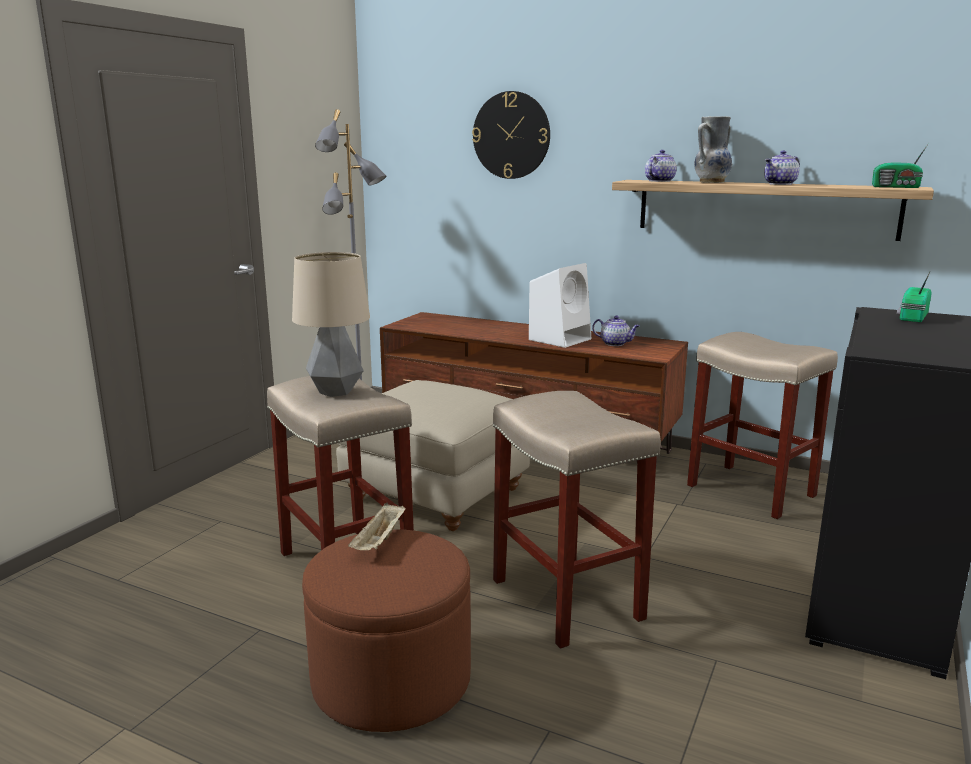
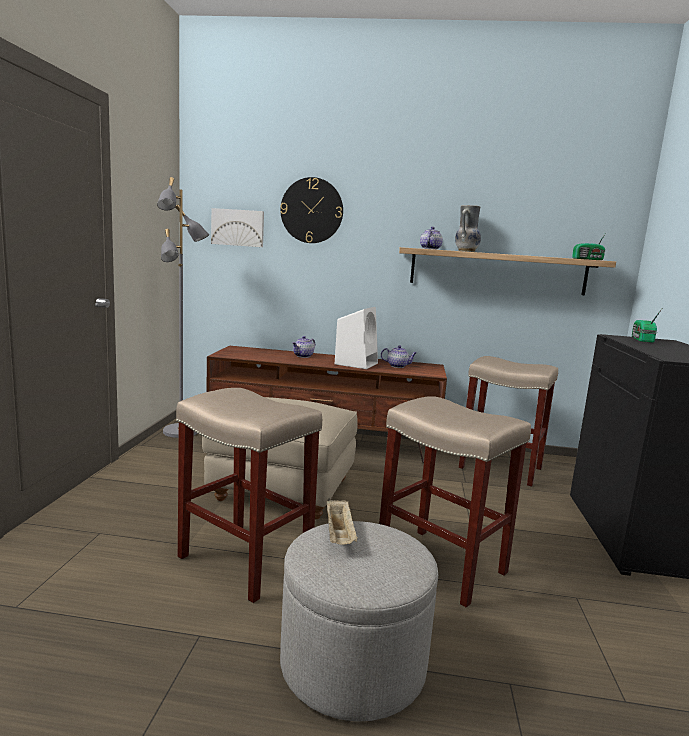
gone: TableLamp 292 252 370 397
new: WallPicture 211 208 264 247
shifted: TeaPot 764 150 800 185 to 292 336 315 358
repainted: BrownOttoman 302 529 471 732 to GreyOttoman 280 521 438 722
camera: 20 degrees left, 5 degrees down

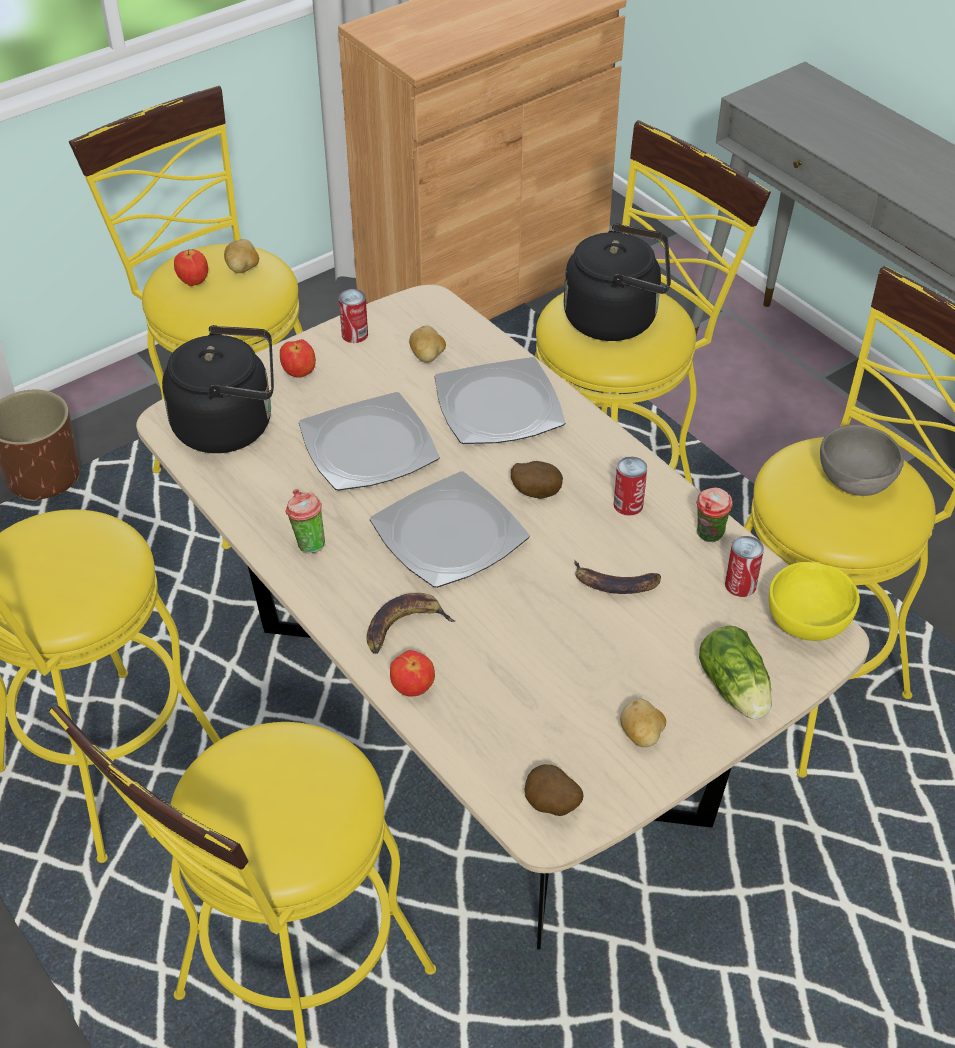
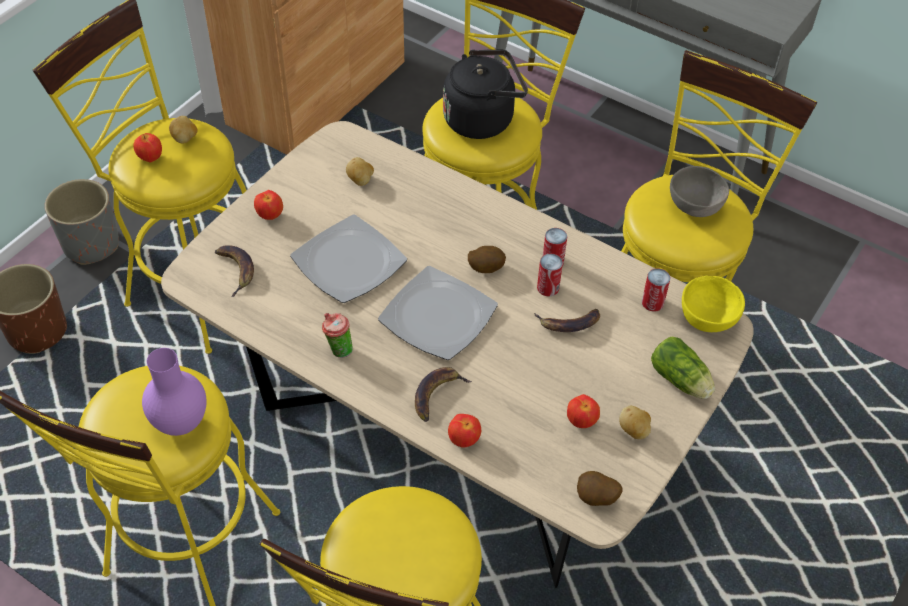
gone: DinnerPlate 435 357 566 444; SmallCup 696 487 733 542
new: GreyFlowerPot 45 179 119 265; PurpleColouredDecorativeVase 142 348 207 436; AppleFruit 567 394 600 428
shifted: MetalCan 339 289 368 343 to 537 254 563 297
swapped: BlackishKettle 162 325 274 453 to BananaFruit 215 245 254 297
camera: 20 degrees left, 5 degrees up

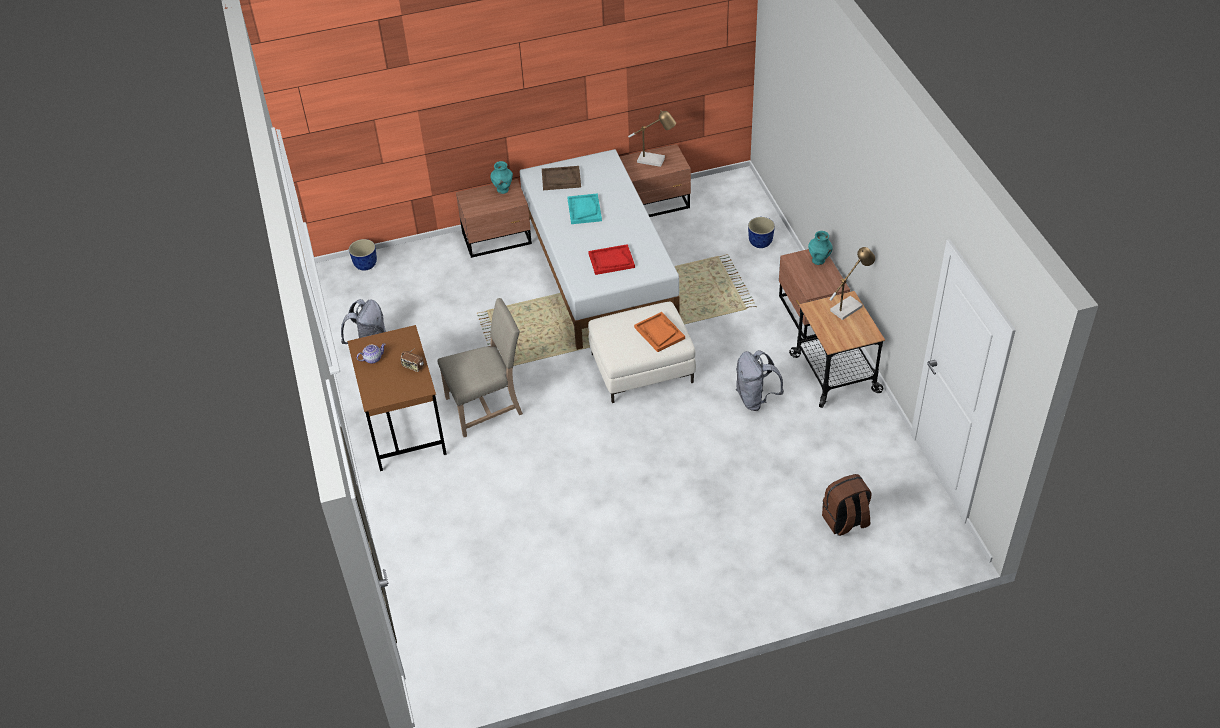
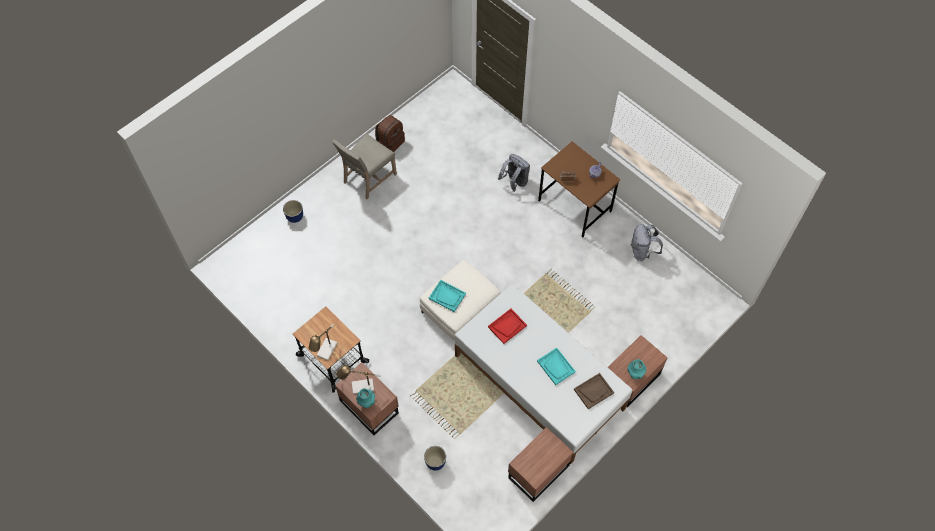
shifted: TableLamp 628 110 676 167 to 336 365 381 394; FlowerPot 349 239 377 271 to 283 200 303 223; BeigeChair 438 298 523 437 to 332 133 397 199; GreyRucksack 736 350 784 411 to 498 154 530 192; BrownRucksack 822 474 872 536 to 375 115 405 152
repainted: OrangeyTray 634 312 685 352 to BlueGreenTray 429 280 466 312
camera: 150 degrees right, 15 degrees up

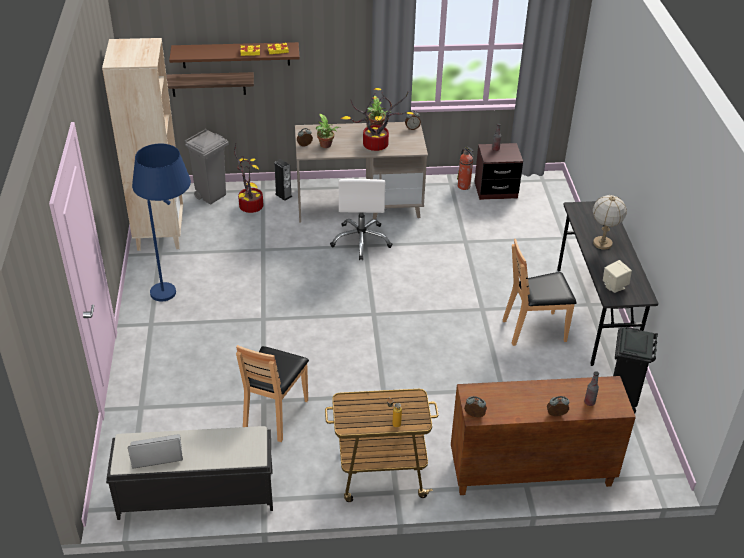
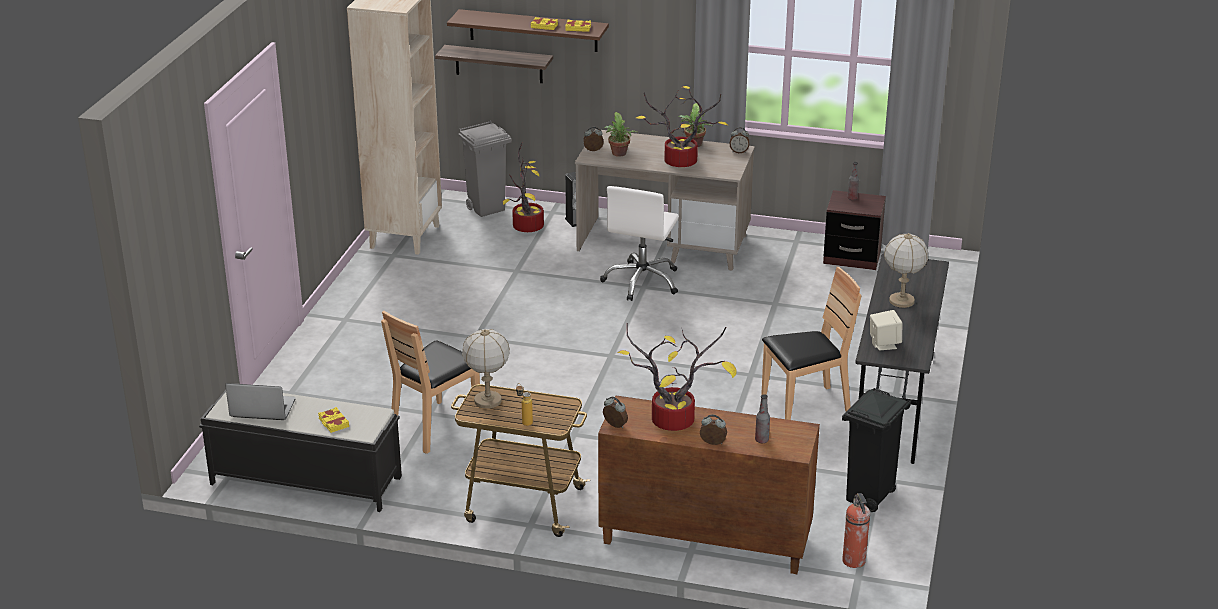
gone: BluishStandardLamp 132 144 191 302
new: PlantInAPot 617 323 737 431; TableLamp 462 329 510 409; YellowColouredBoundBook 318 407 349 433
shifted: FireExtinguisher 457 147 474 190 to 842 493 870 568
rotated: BrownChair 503 239 577 346 = 761 267 861 420 150 degrees clockwise
camera: 20 degrees right, 10 degrees down

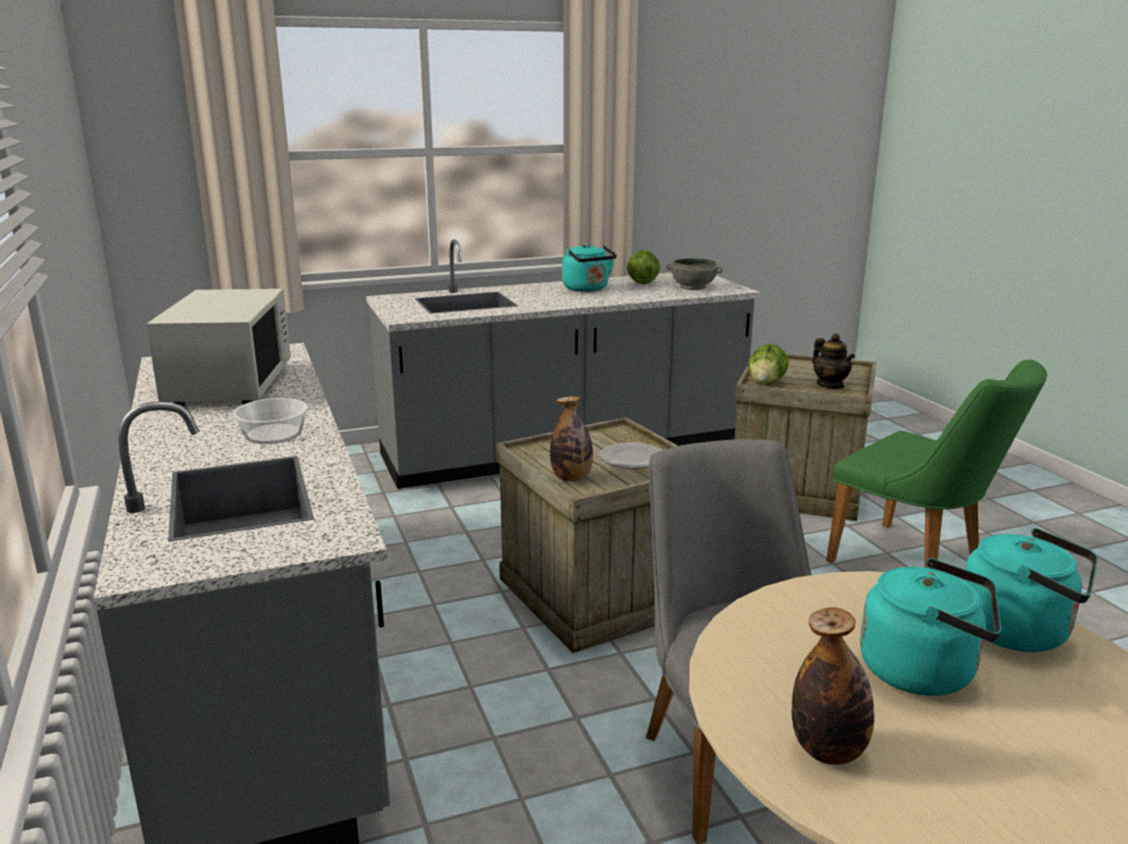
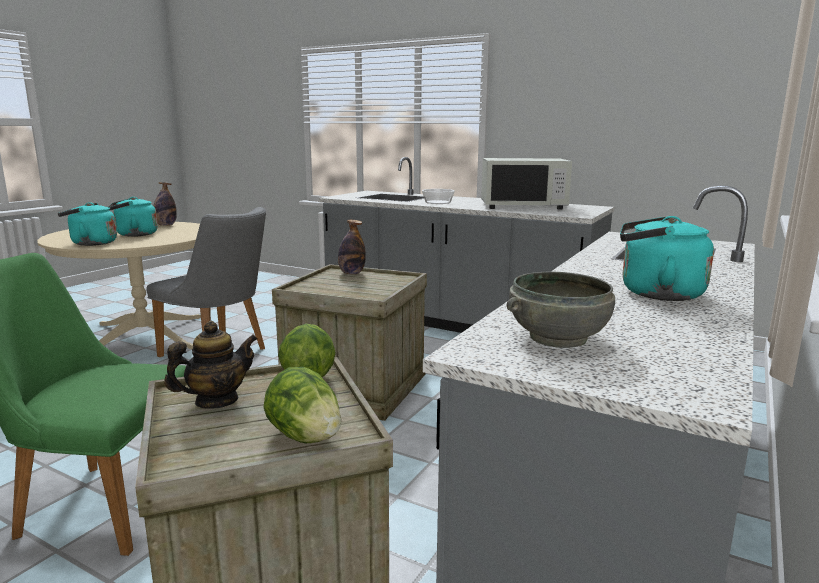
gone: DinnerPlate 600 442 662 469
shifted: HeadOfLettuce 627 250 660 284 to 264 367 341 443
rotated: WhiteMicrowaveOven 146 289 291 407 = 481 158 572 210 45 degrees counterclockwise; TeaPot 812 334 855 389 = 164 321 258 409 120 degrees clockwise
camera: 140 degrees right, 5 degrees down

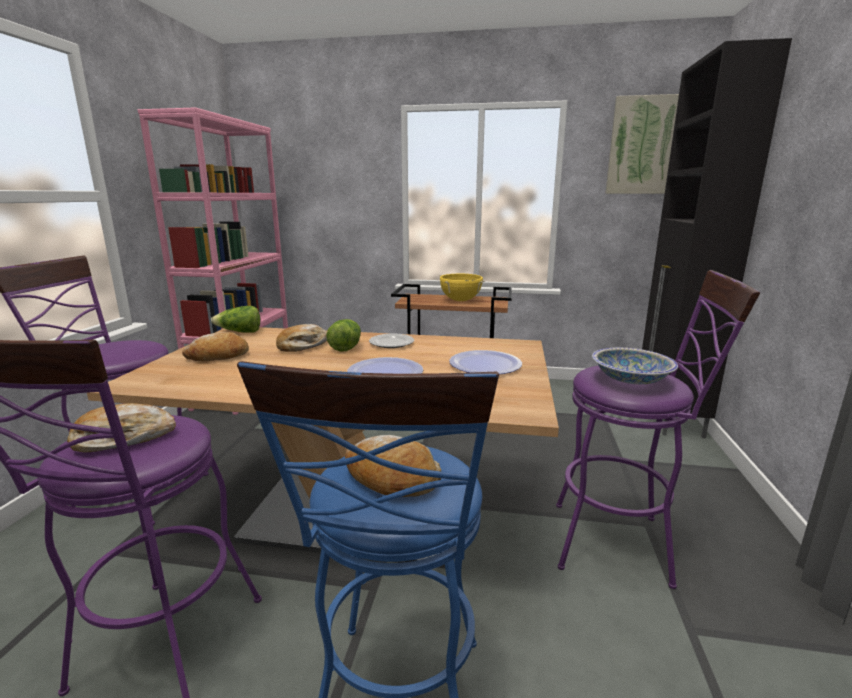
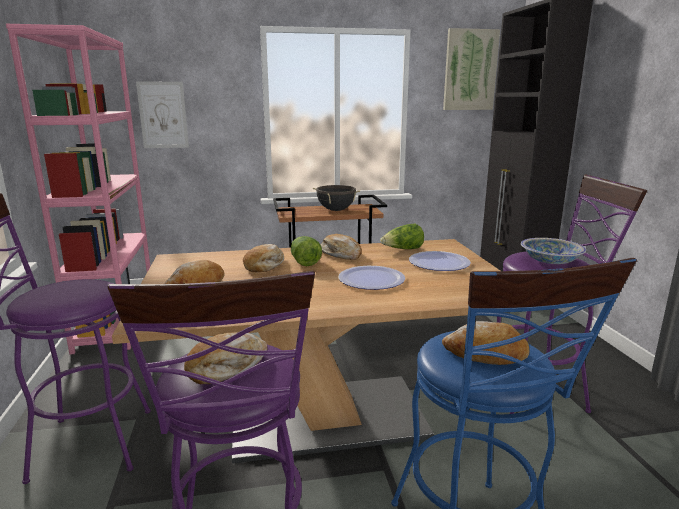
new: WallPicture 136 81 189 148
shifted: HeadOfLettuce 211 306 260 333 to 380 224 424 249
swapped: DinnerPlate 369 334 414 348 to Bread 320 234 362 260
repainted: YellowColouredSaucepot 440 274 484 301 to BlackishSaucepot 313 185 360 211
camera: 20 degrees left, 0 degrees up

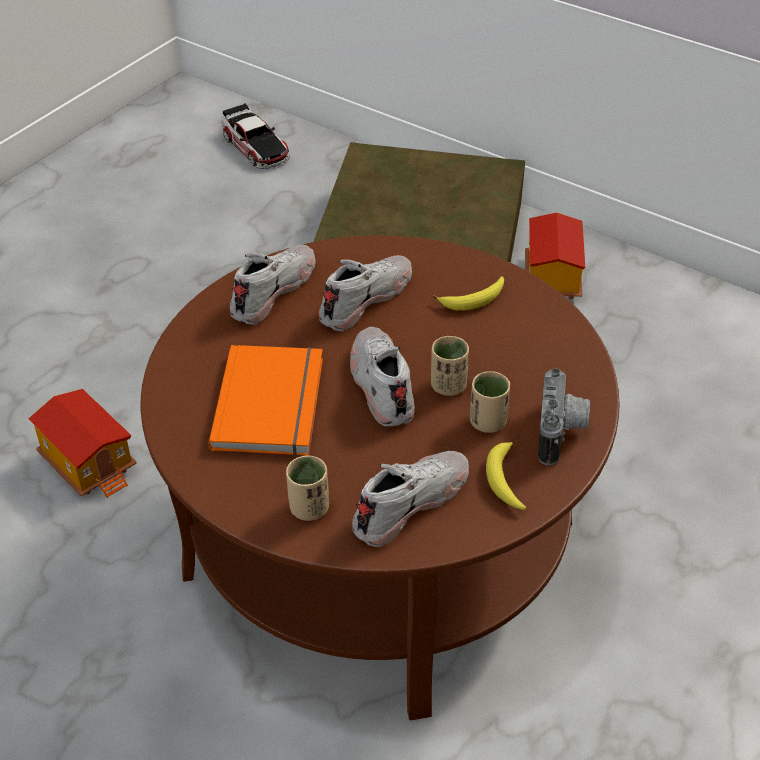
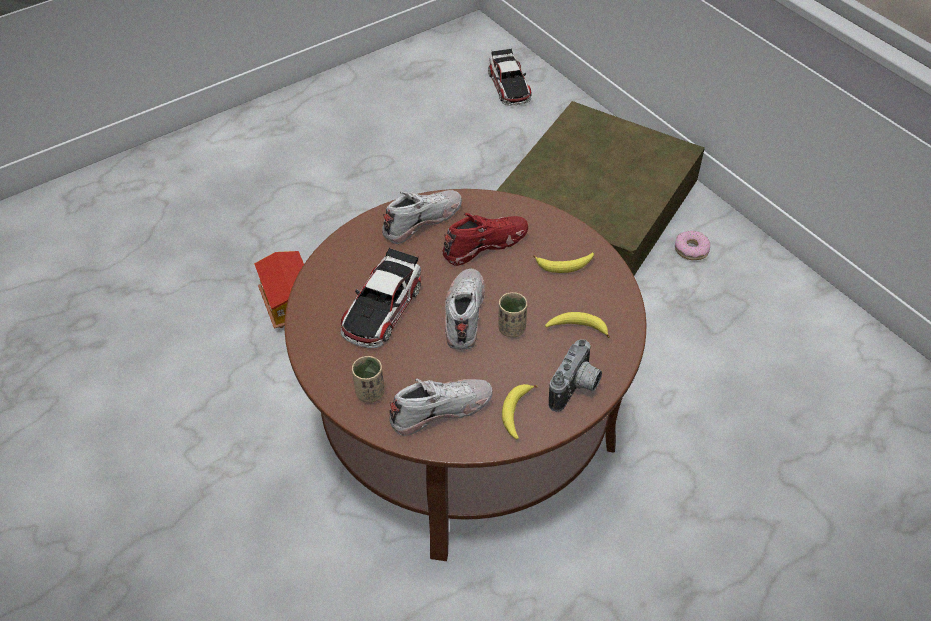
gone: BeigeSmallCup 470 371 510 433
new: BananaFruit 545 312 610 338
swapped: MiniatureHouse 525 213 585 300 to RingDoughnut 675 231 710 260; OrangeyBoundBook 208 345 323 456 to ModelCar 340 248 421 348
repainted: WhiteItemOfFootwear 319 255 412 332 to RedItemOfFootwear 443 213 528 266
camera: 20 degrees right, 5 degrees up

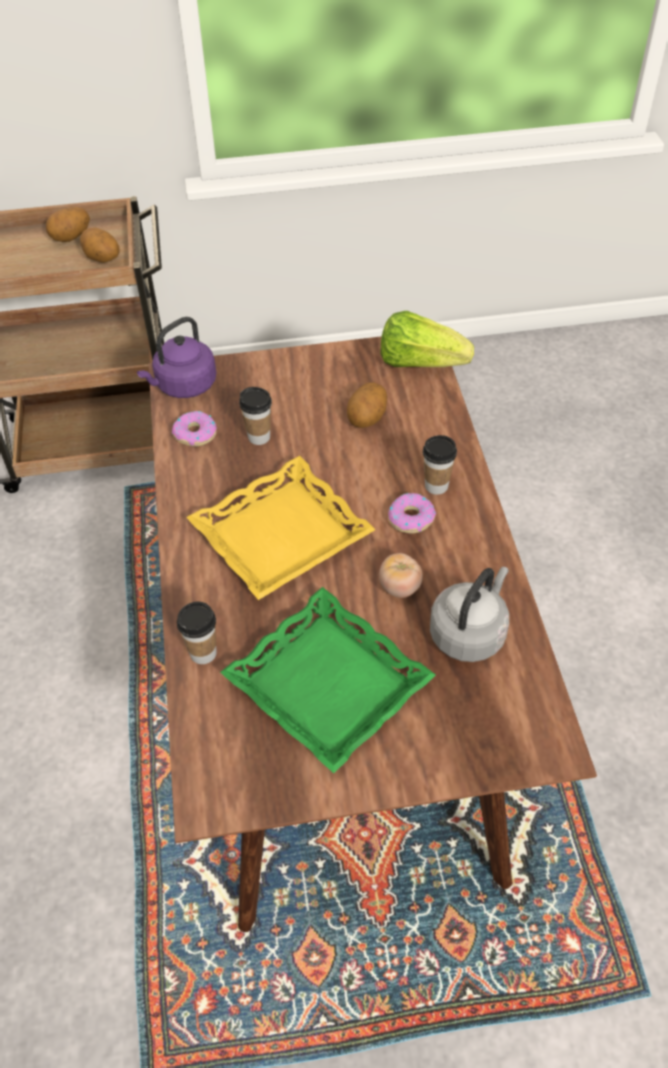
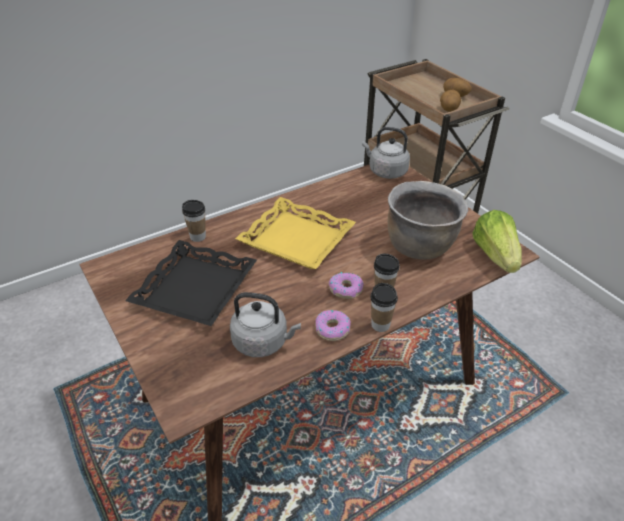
gone: FreshTomato 379 553 423 598
shifted: SmallCup 239 387 272 445 to 370 283 398 332; RingDoughnut 172 411 217 447 to 315 310 351 341
swapped: Potato 347 382 387 428 to BrownSaucepot 388 181 468 260
repainted: PurpleColouredKettle 137 317 216 398 to GreyKettle 362 127 410 179; GreenishTray 220 587 436 773 to BlackishTray 125 240 257 326
camera: 65 degrees right, 10 degrees down

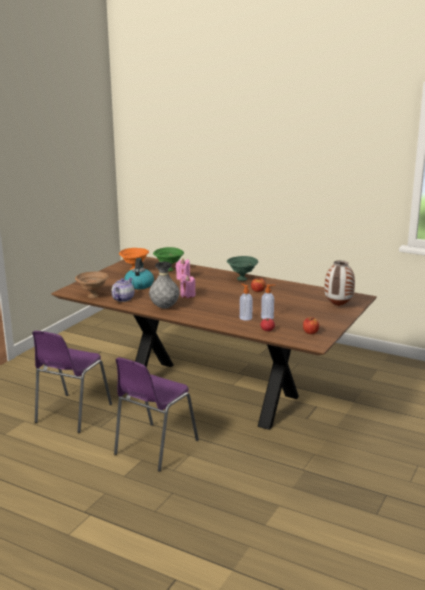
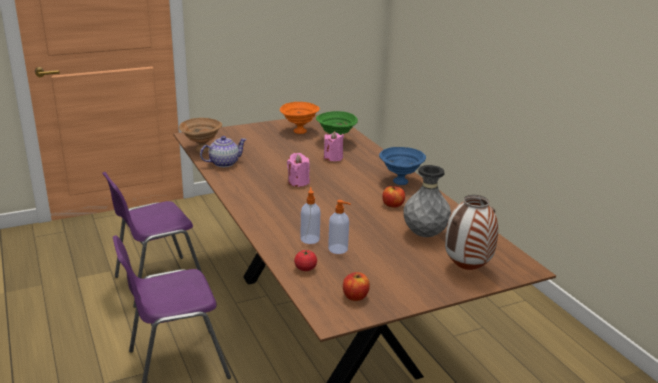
gone: Kettle 124 258 154 289
shifted: GreyDecorativeVase 149 262 180 308 to 403 165 451 237
repainted: GreenishDeepDish 227 256 258 281 to BluishDeepDish 379 147 426 185
camera: 35 degrees right, 5 degrees up

